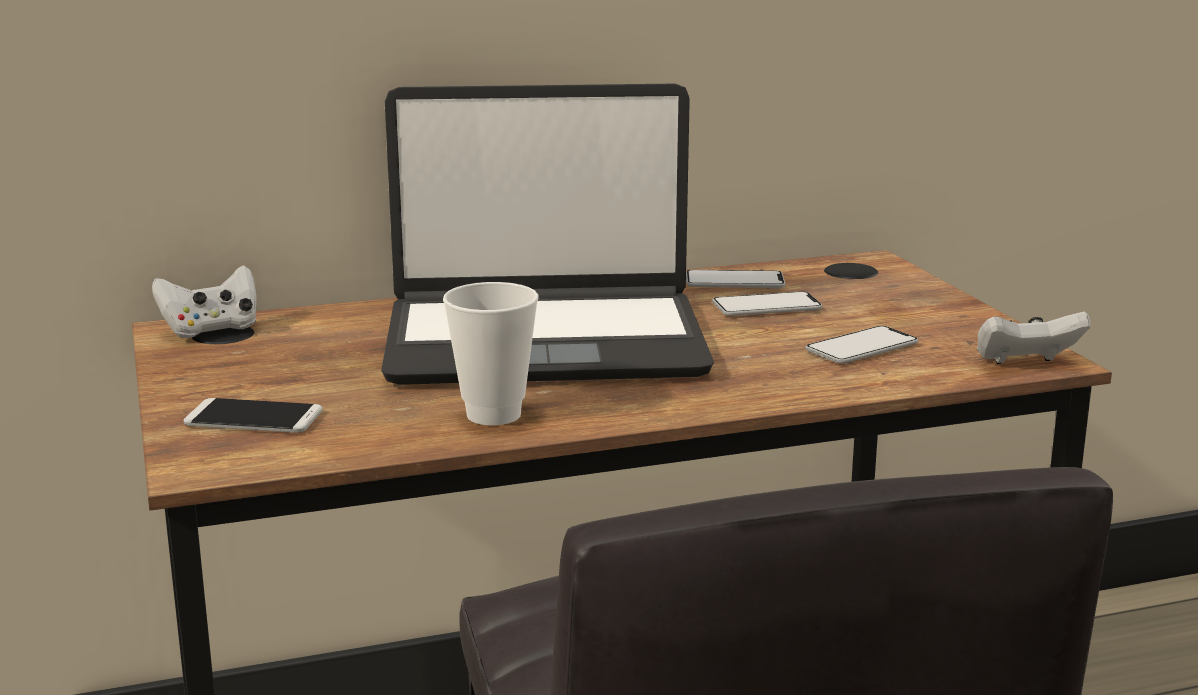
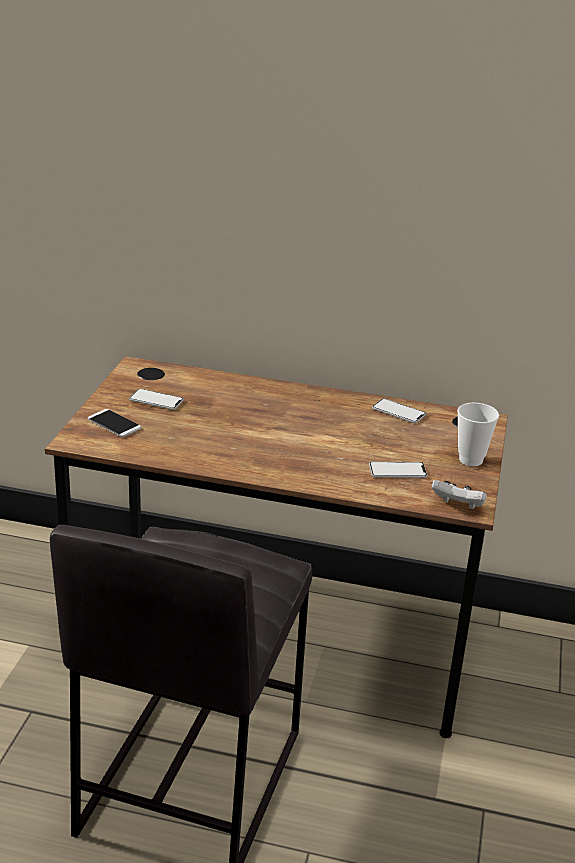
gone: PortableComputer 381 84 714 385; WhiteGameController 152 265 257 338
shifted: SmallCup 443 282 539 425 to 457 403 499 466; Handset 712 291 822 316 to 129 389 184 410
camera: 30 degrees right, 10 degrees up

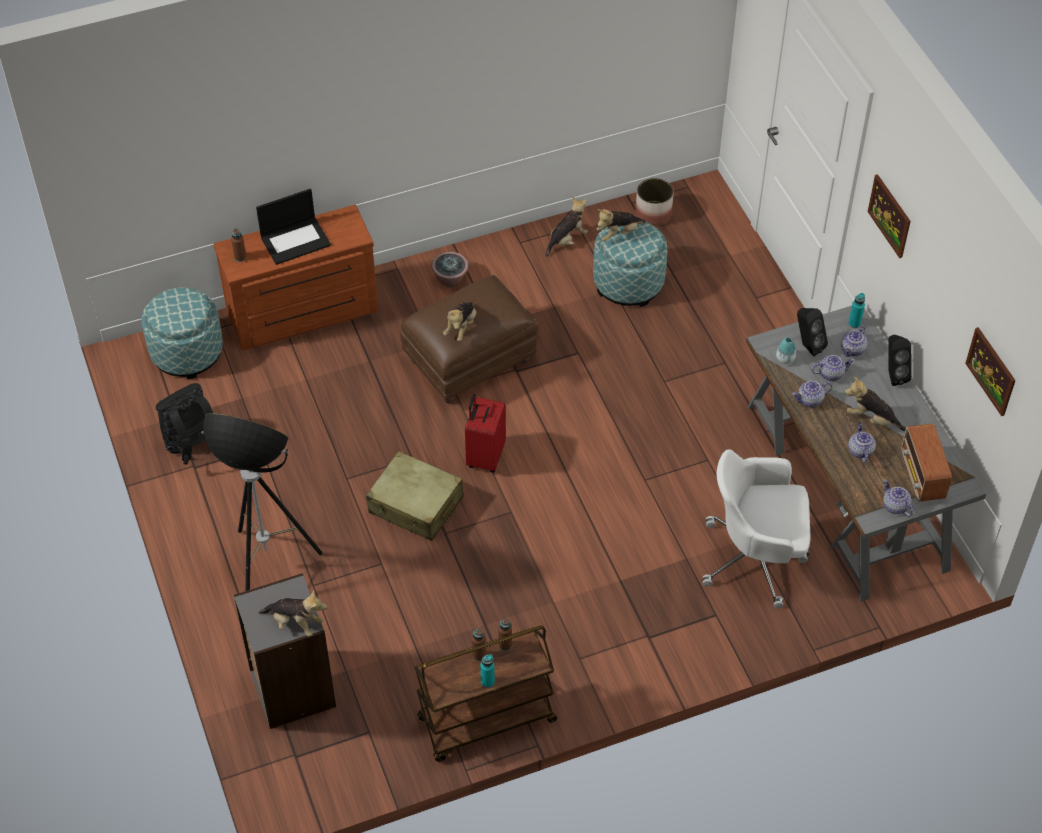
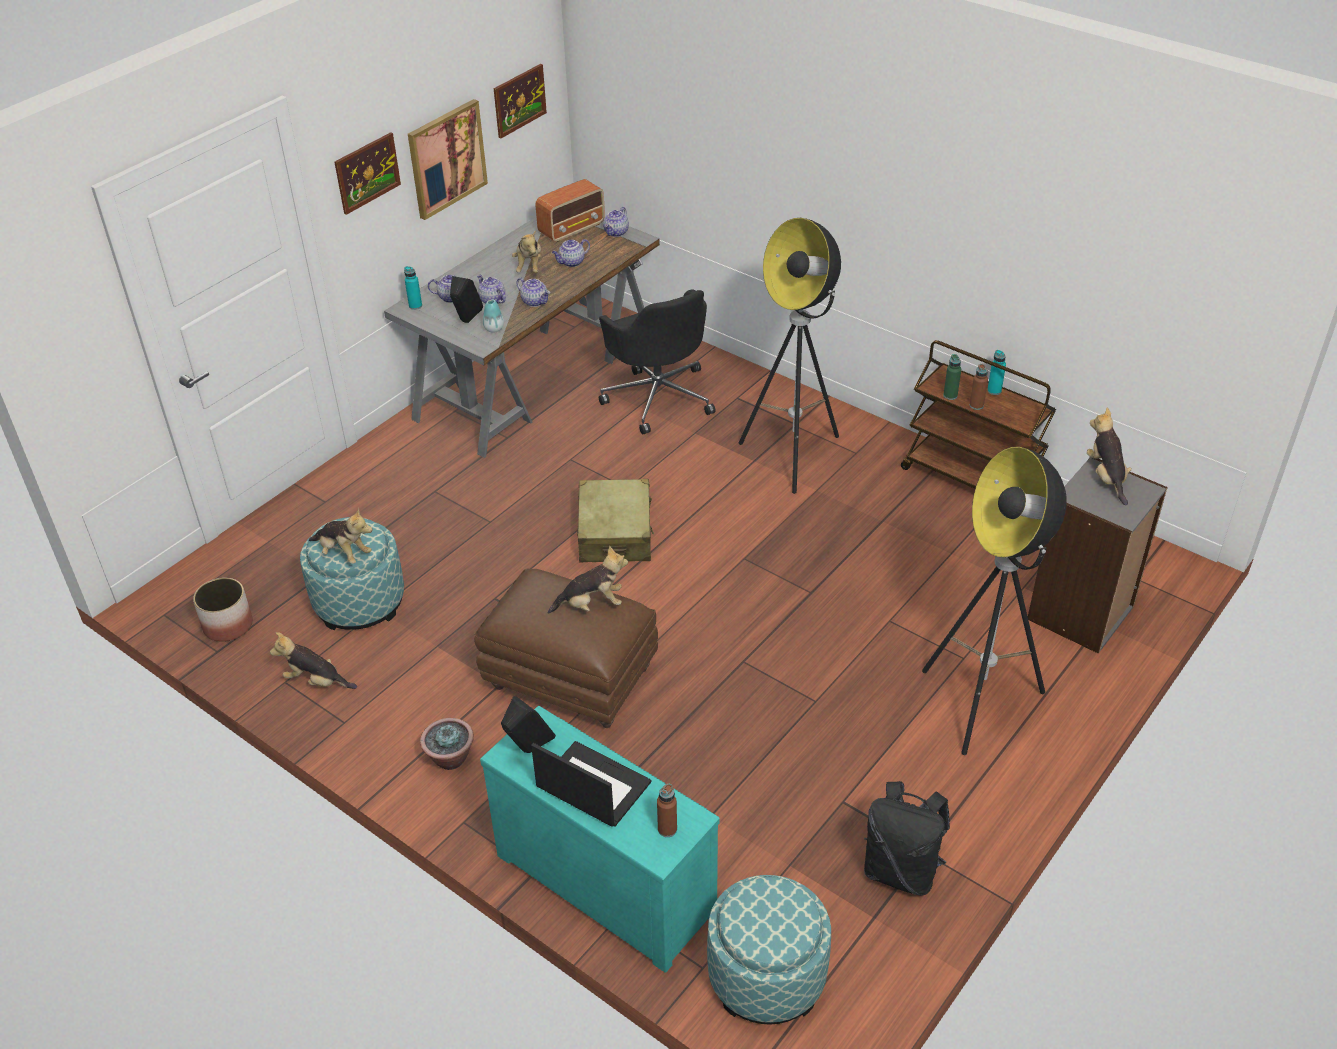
gone: RedPieceOfLuggage 465 394 506 473
new: WallPicture 408 99 488 220; StandardLamp 739 218 841 494
shifted: BlackishLoudspeaker 888 335 912 386 to 501 696 556 753; BeigePieceOfLuggage 366 451 464 541 to 577 479 654 563
repainted: BrownDrawerChest 213 205 378 351 to BlueGreenDrawerChest 480 706 720 973; WhiteOfficeChair 703 449 810 608 to BlackishOfficeChair 599 289 716 435; BrownDrinkBottle 498 619 512 651 to GreenishDrinkBottle 943 354 961 400
camera: 120 degrees left, 10 degrees down

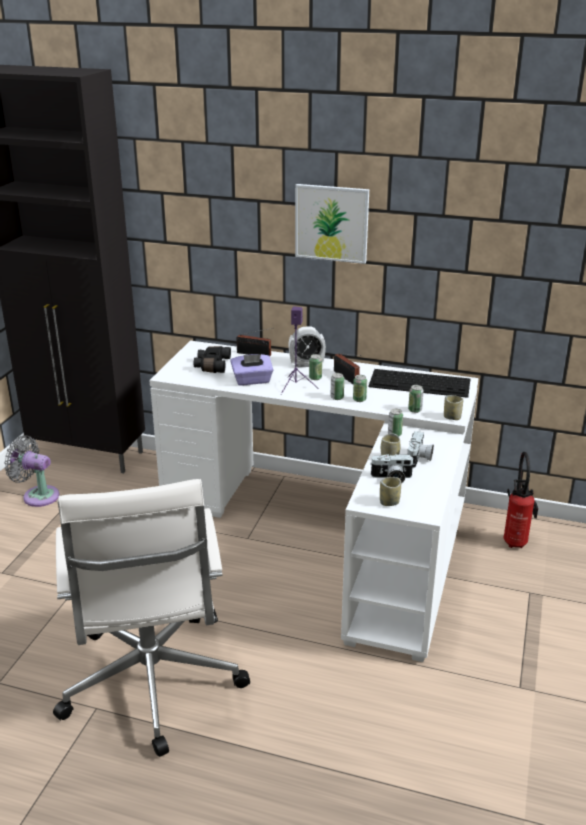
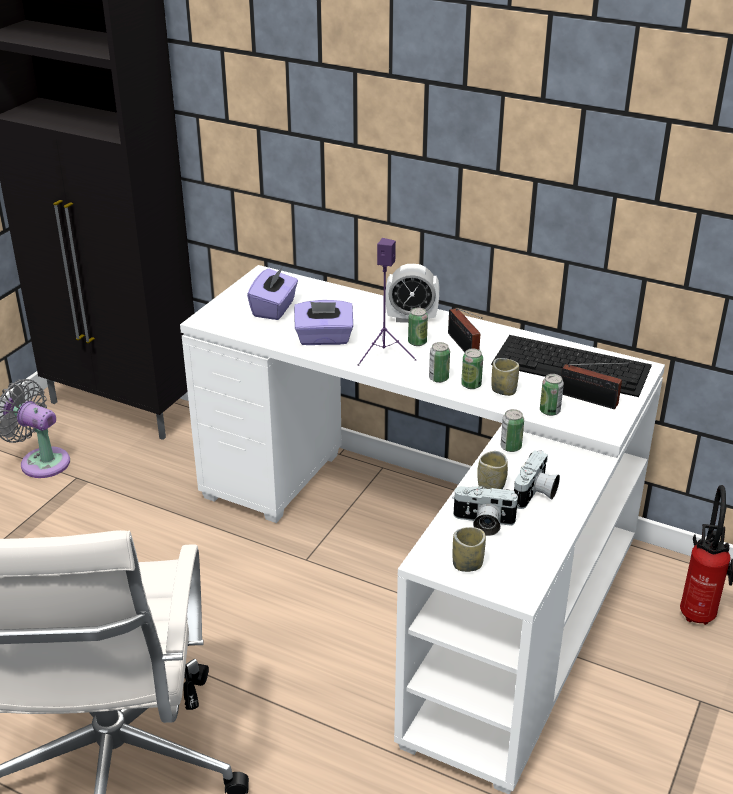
gone: WallPicture 295 184 369 264
shifted: Radio 236 328 272 356 to 561 362 631 409; SmallCup 444 395 463 420 to 492 358 519 396
swapped: BlackishFieldGlasses 193 346 231 373 to PurpleColouredTissueBox 247 267 298 320
camera: 10 degrees right, 5 degrees up

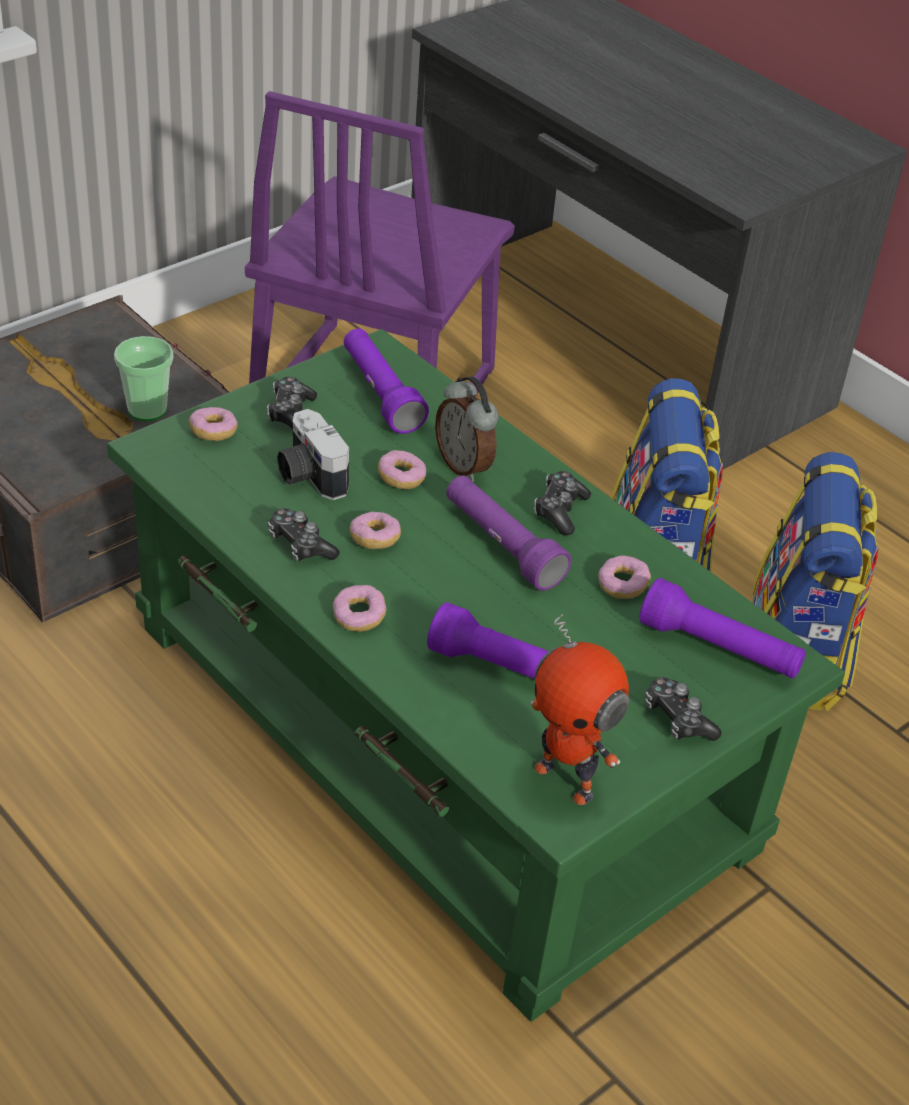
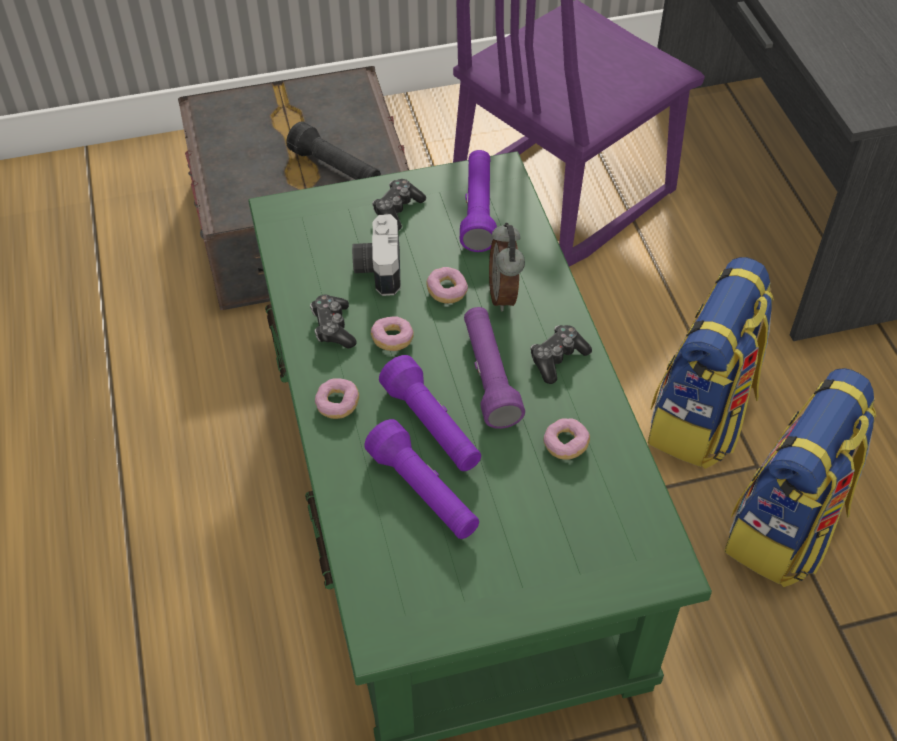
gone: RingDoughnut 189 407 238 441; ModelRobot 531 614 629 805; GameController 645 677 722 741
shifted: PurpleColouredFlashlight 639 578 806 678 to 379 355 481 471
swapped: SmallCup 114 336 173 421 to BlackishFlashlight 286 121 381 180
camera: 30 degrees right, 10 degrees up

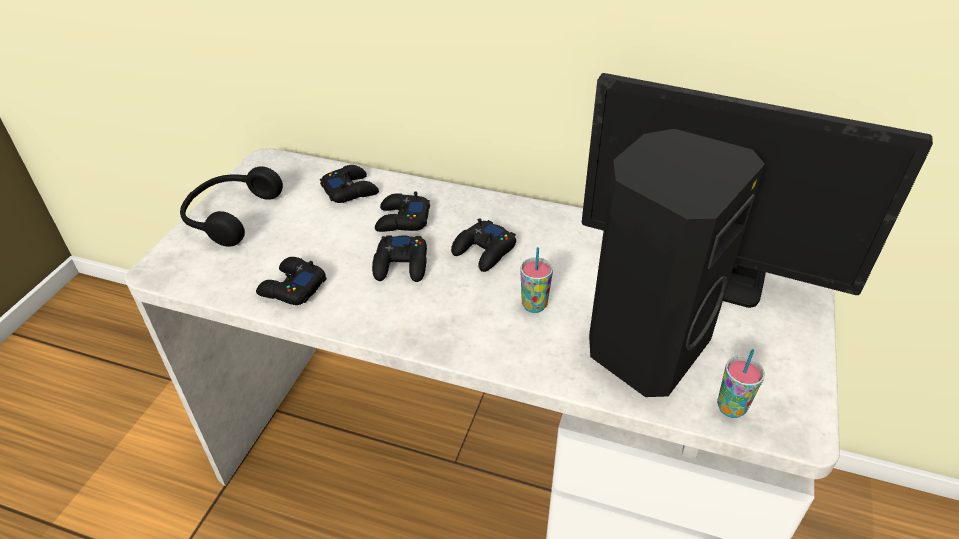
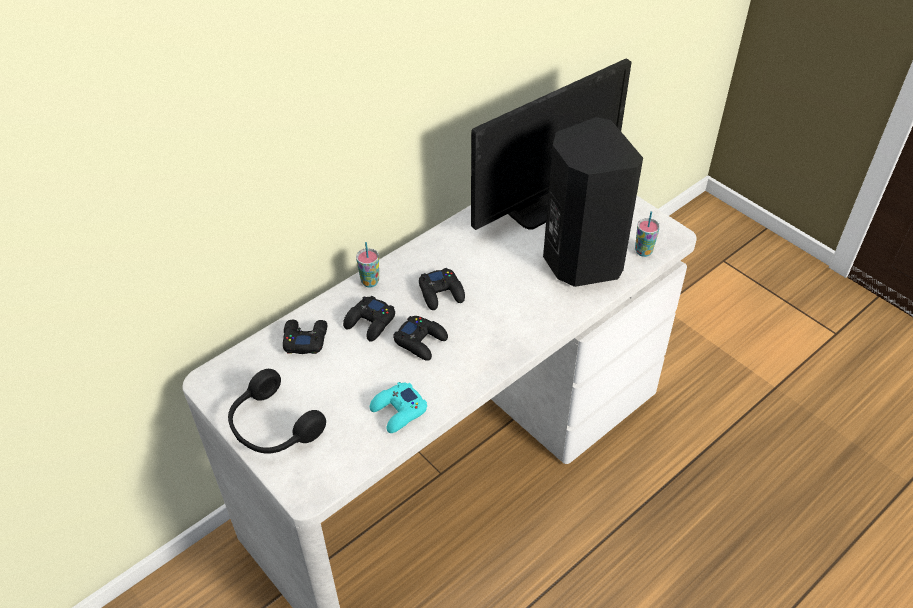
shifted: SmallCup 520 247 553 313 to 356 242 379 287
repainted: BlackishGameController 256 257 326 305 to BlueGreenGameController 370 382 427 433
camera: 60 degrees left, 5 degrees up

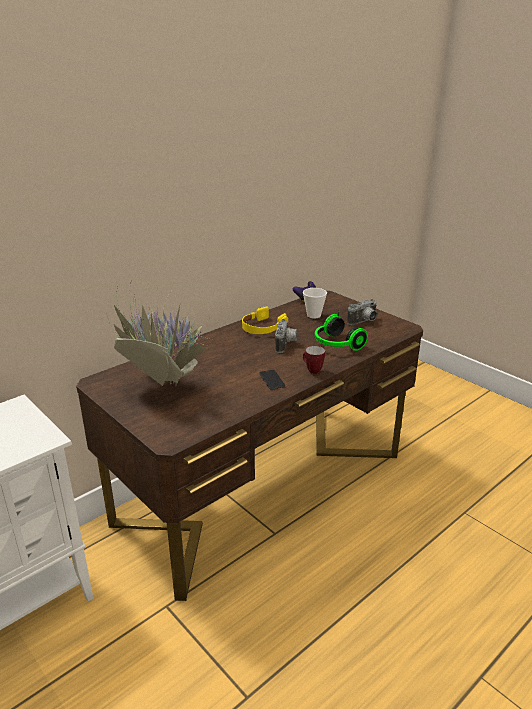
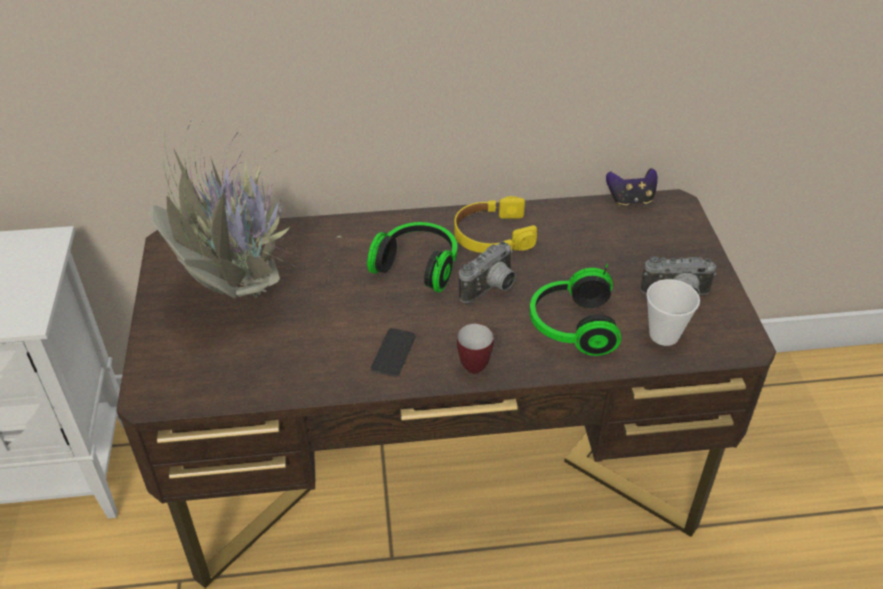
new: Headset 367 222 457 293
shifted: SmallCup 303 288 327 318 to 646 279 700 346
camera: 35 degrees right, 15 degrees up

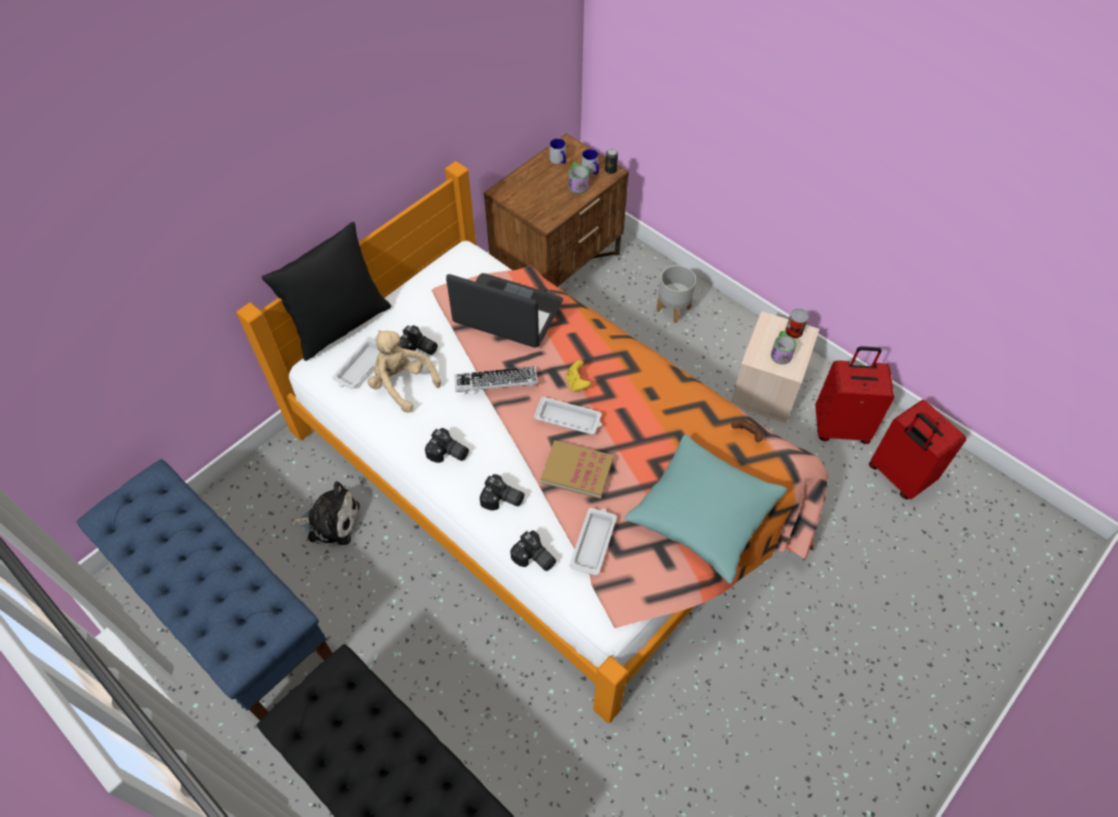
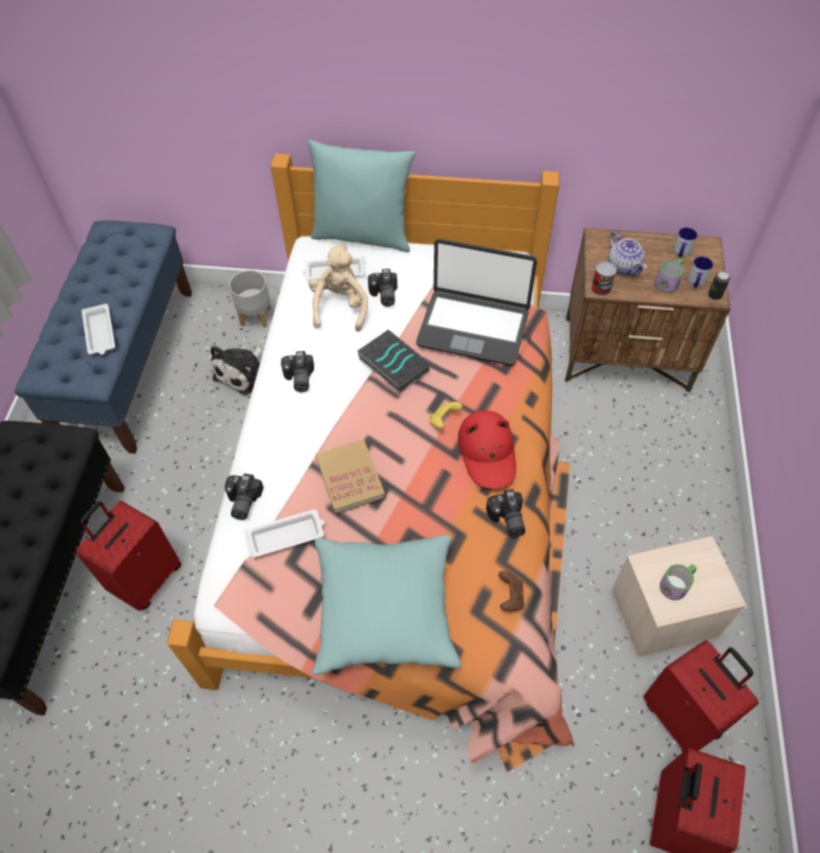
new: TeaPot 608 232 647 276; RedHat 458 410 516 489; RedPieceOfLuggage 76 501 181 611
shifted: GreyFlowerPot 656 265 696 323 to 229 270 271 328; MetalCan 785 308 809 338 to 591 261 617 296; WhiteTray 534 397 602 435 to 82 304 115 355; PhotoCamera 480 474 524 511 to 486 489 525 537
swapped: ComputerKeyboard 455 366 538 394 to BoundBook 357 330 430 394
repainted: BlackishPillow 262 222 391 361 to BlueGreenPillow 308 140 415 252
rotated: PortableComputer 446 273 563 348 = 416 239 537 365 120 degrees clockwise; PlushToy 290 481 360 547 = 211 345 263 395 60 degrees clockwise
camera: 55 degrees right, 0 degrees up

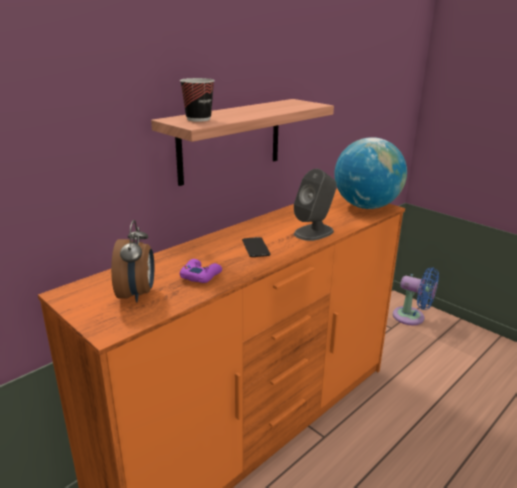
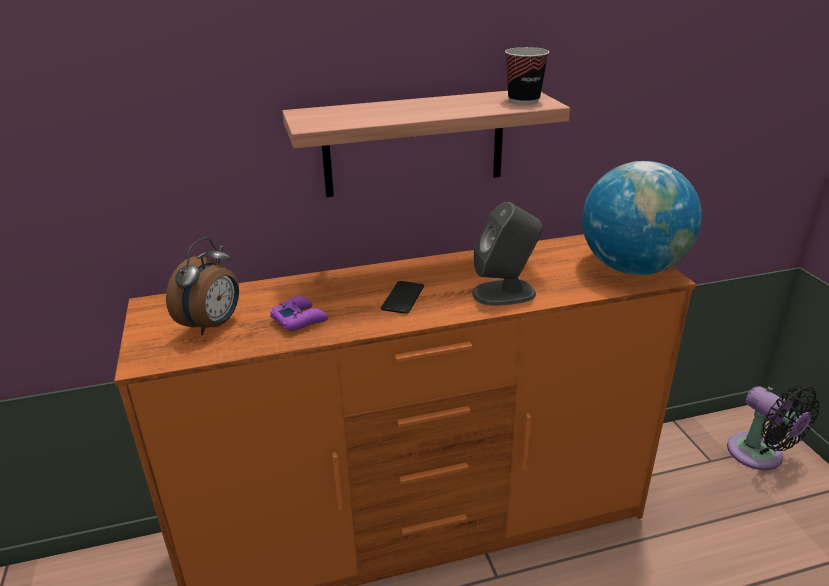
shifted: SmallCup 180 78 215 122 to 505 47 549 104
repainted: BluishFan 393 268 439 325 to BlackishFan 727 385 821 470
camera: 30 degrees right, 5 degrees up

